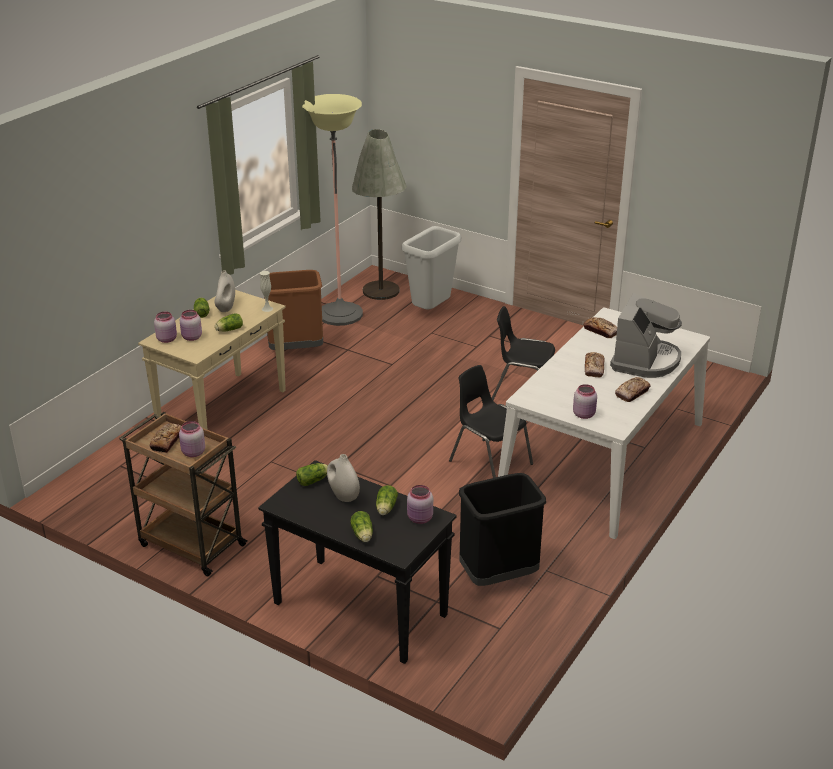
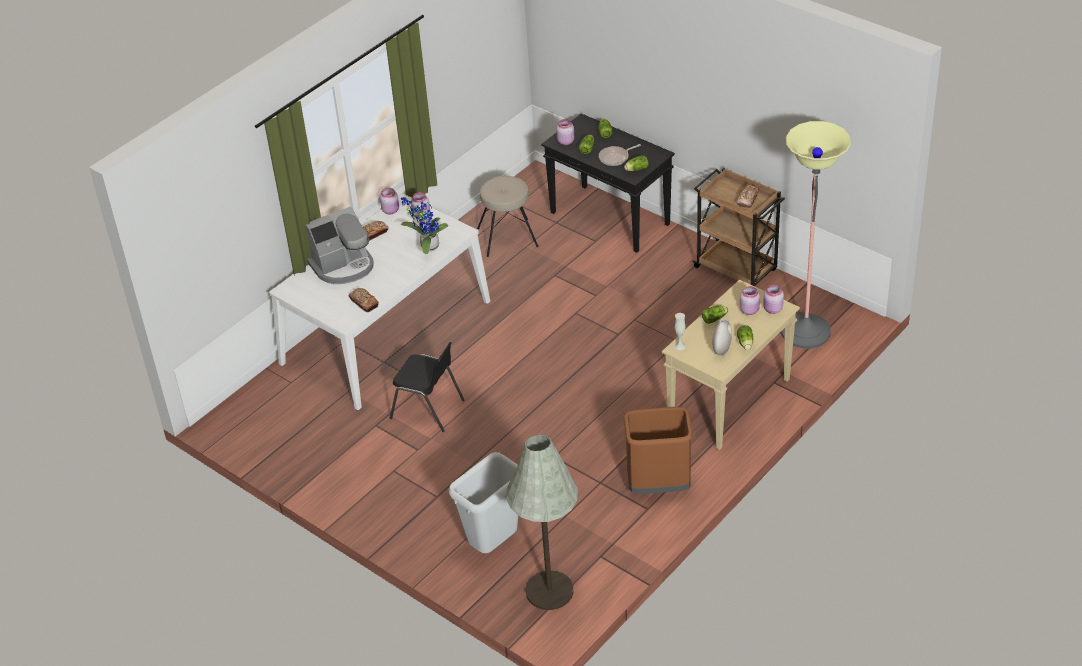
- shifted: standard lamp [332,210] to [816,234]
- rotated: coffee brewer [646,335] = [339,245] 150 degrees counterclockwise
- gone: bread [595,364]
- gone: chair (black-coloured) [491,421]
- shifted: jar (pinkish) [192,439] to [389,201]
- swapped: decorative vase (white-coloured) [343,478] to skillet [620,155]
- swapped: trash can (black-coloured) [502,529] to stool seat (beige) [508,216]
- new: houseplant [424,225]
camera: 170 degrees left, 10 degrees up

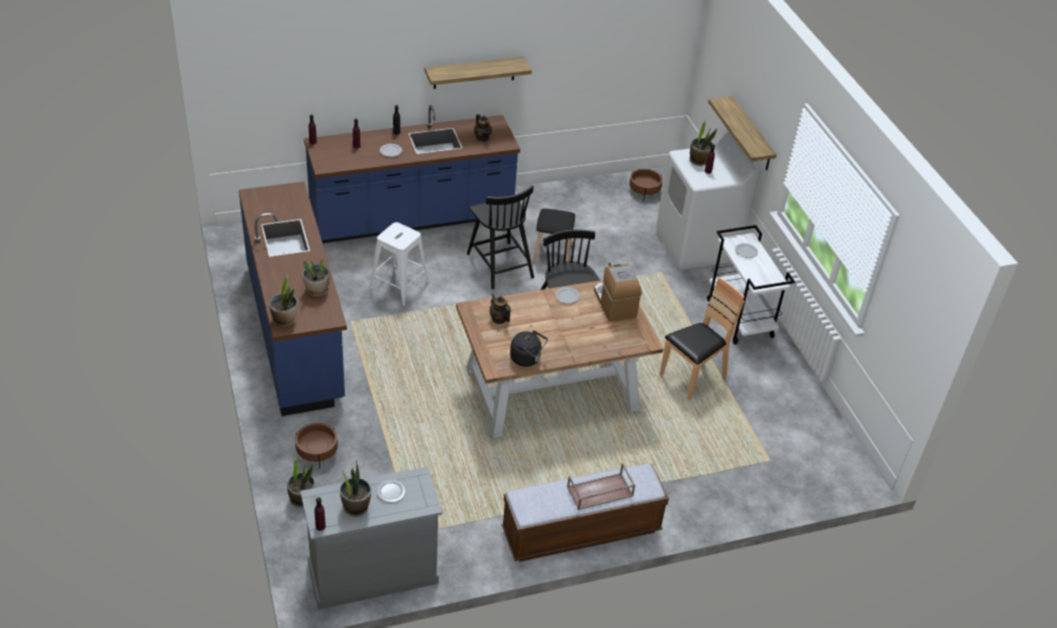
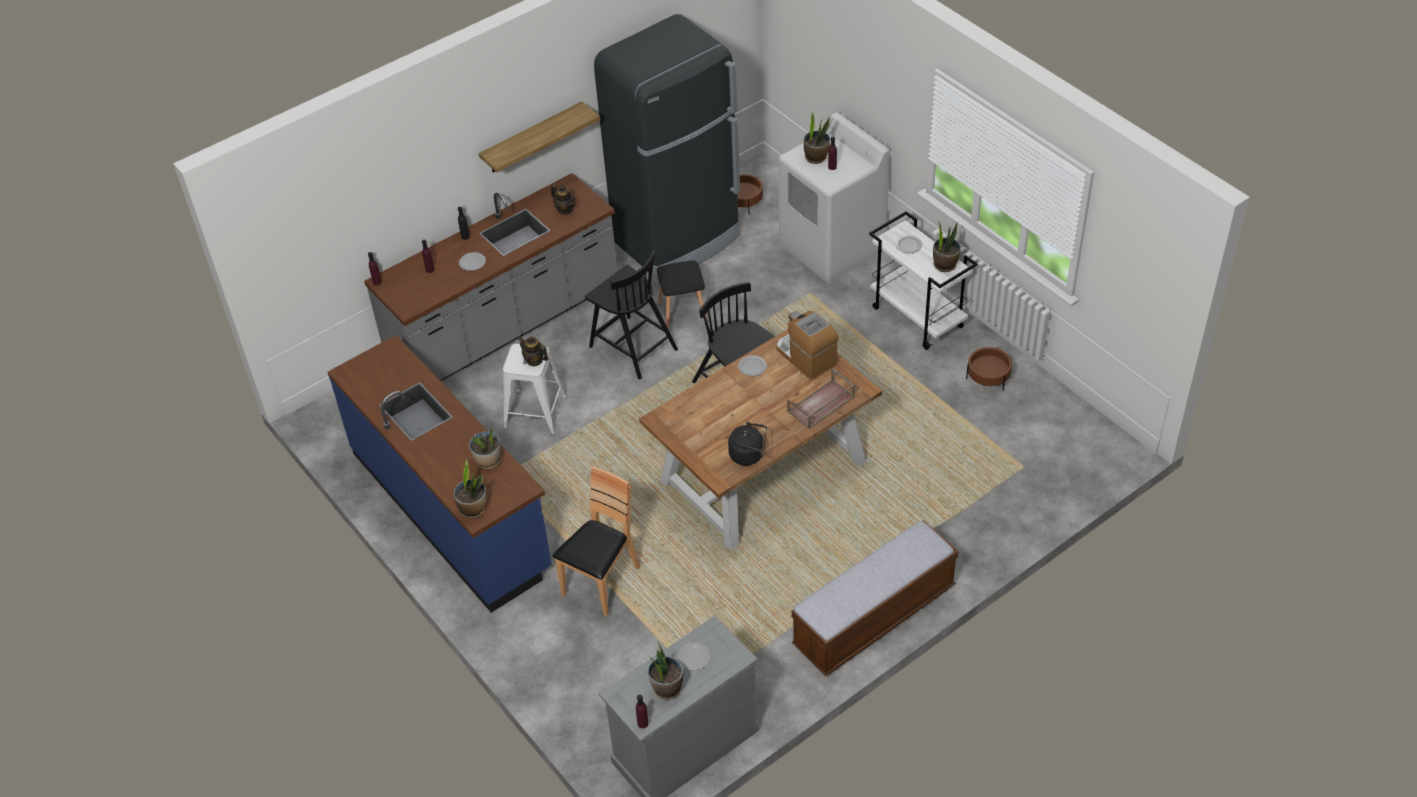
- gone: wall shelf [742,133]
- repainted: counter (blue) [412,174] to counter (grey) [490,277]
- shifted: chair (brownish) [701,339] to [597,541]
- shifted: tea pot [500,309] to [533,351]
- shifted: flower pot (brownish) [316,446] to [989,369]
- shifted: houseplant [301,482] to [947,246]
- shifted: tray (brownish) [601,486] to [821,398]
- new: kitchen fridge (black-coloured) [667,147]
camera: 15 degrees left, 5 degrees up

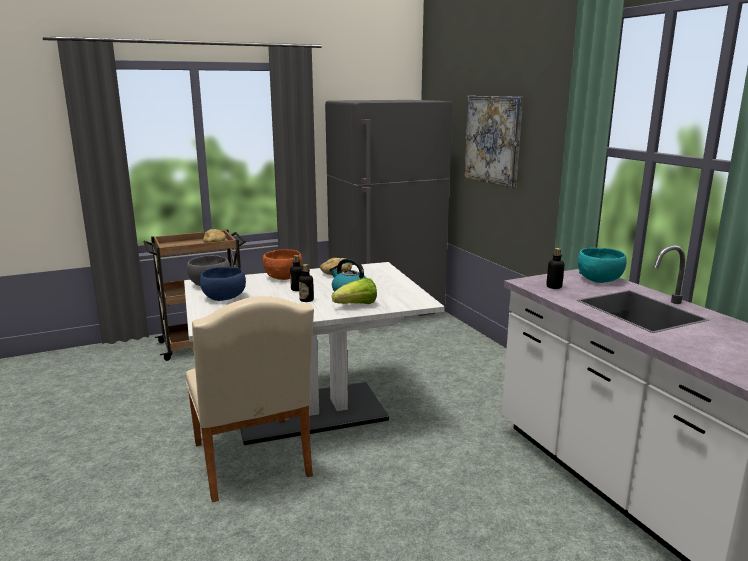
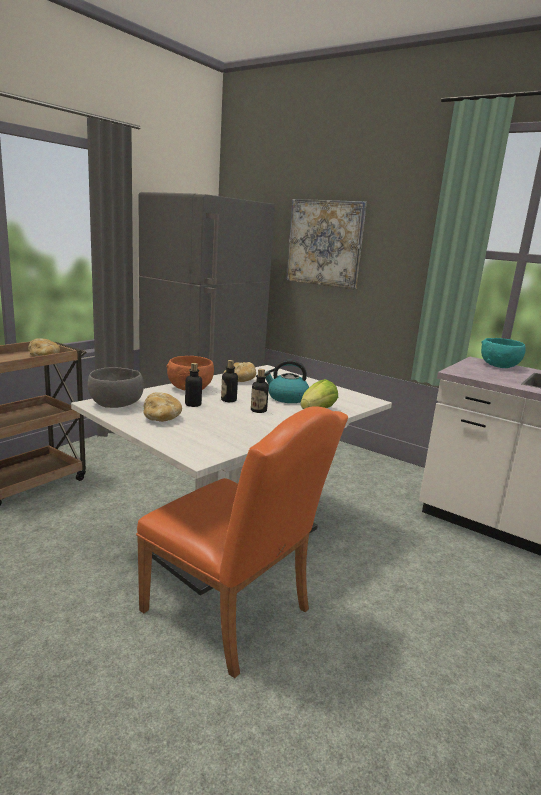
- shifted: bottle [555,268] to [193,385]
- swapped: bowl (blue) [223,284] to bread [162,407]
- repainted: chair (beige) [250,399] to chair (orangey) [242,542]
camera: 30 degrees left, 0 degrees up

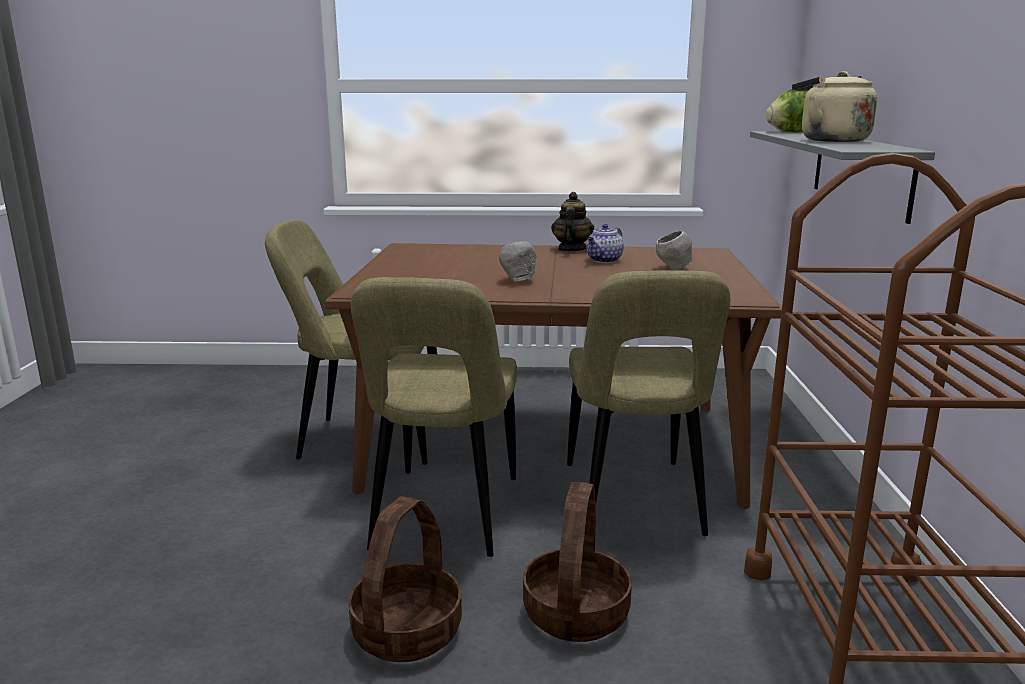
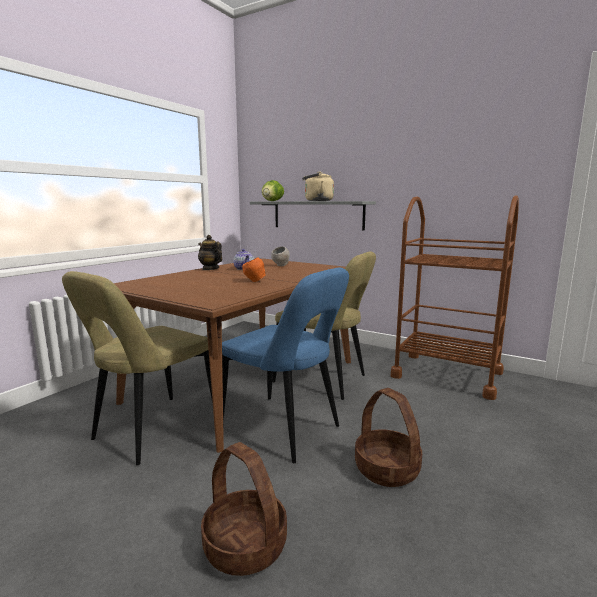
- repainted: bowl (grey) [518,261] to bowl (orangey) [253,269]
- repainted: chair (beige) [434,417] to chair (blue) [285,365]
- shifted: household basket [577,562] to [244,509]
camera: 60 degrees left, 5 degrees down

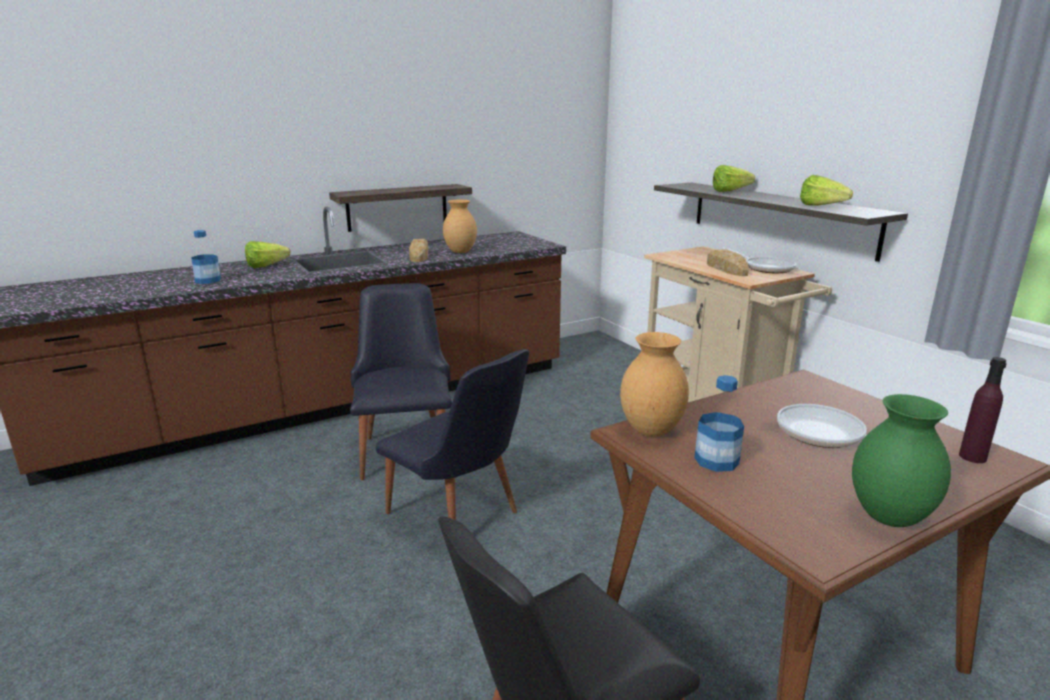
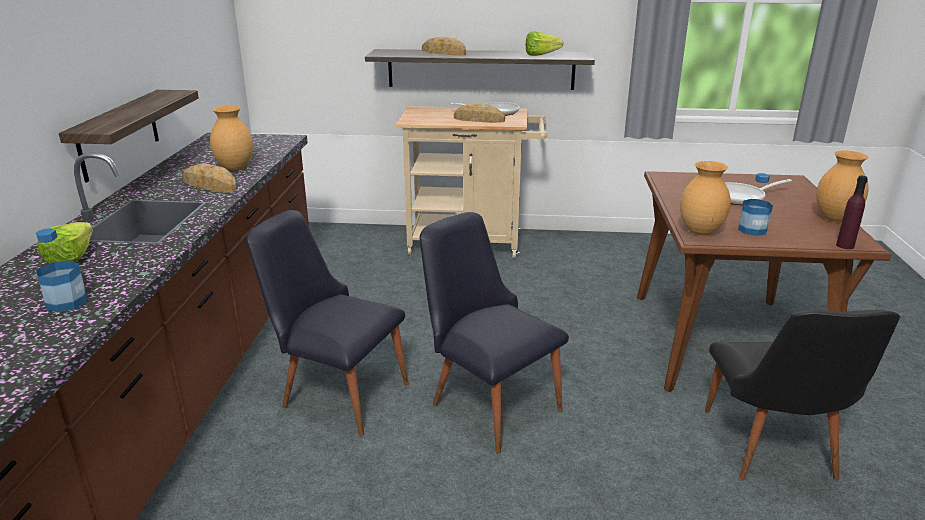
- swapped: lettuce head [734,178] to bread [444,46]
- rotated: chair (black-coloured) [452,434] = [494,333] 120 degrees counterclockwise
- shifted: bottle (purple-coloured) [983,410] to [852,212]
- repainted: decorative vase (green) [901,460] to decorative vase (brownish) [842,186]
camera: 55 degrees left, 5 degrees up

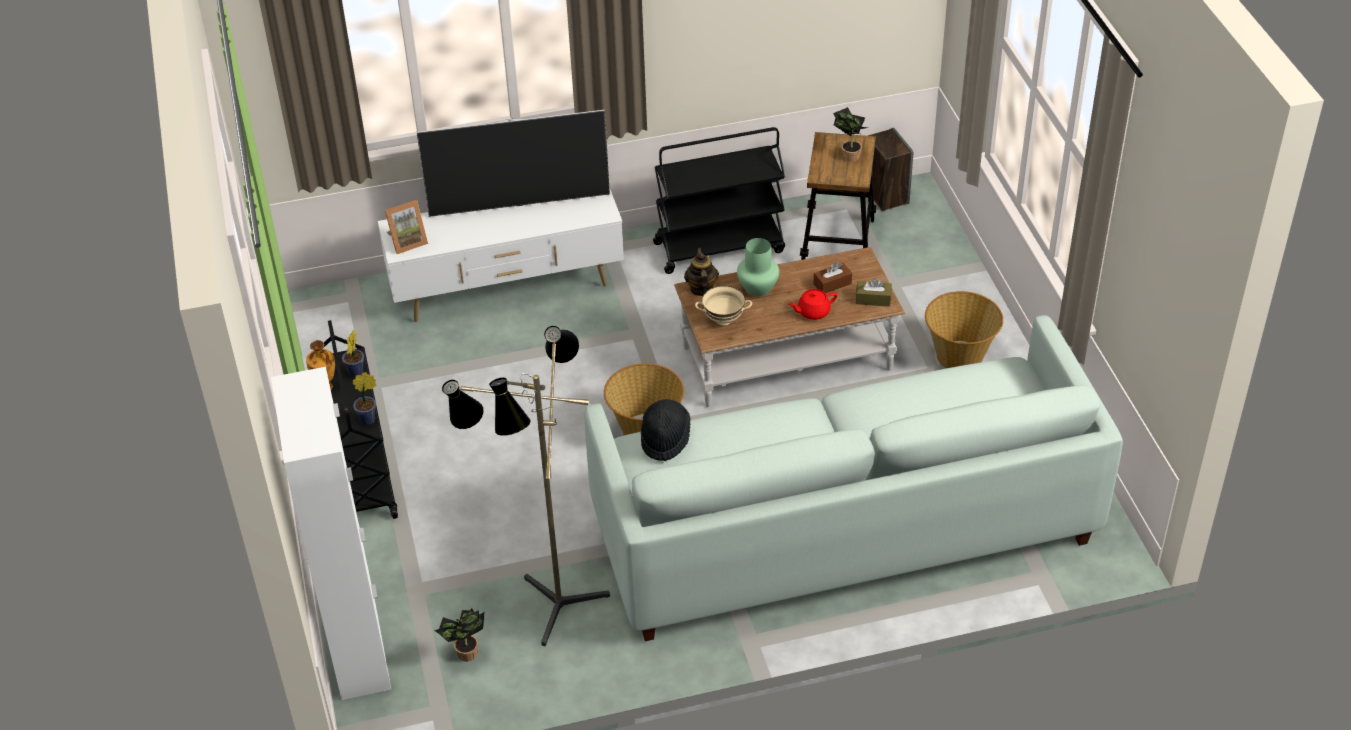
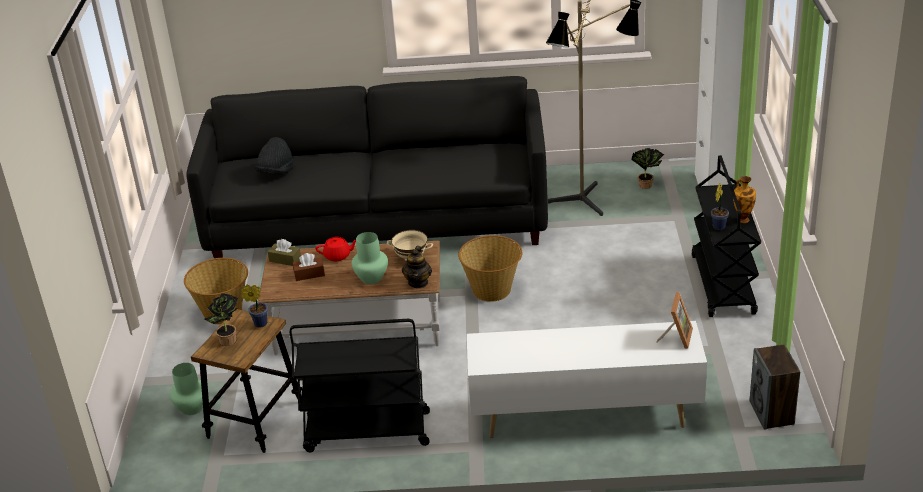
- gone: television [513,163]
- shifted: loudspeaker [891,169] to [775,387]
- rotated: photo frame [406,227] = [674,320] 120 degrees clockwise
- repainted: sofa (white-coloured) [854,478] to sofa (black-coloured) [367,167]
- shifted: houseplant [365,398] to [254,306]
- shifted: hat (black-coloured) [666,430] to [274,155]
- new: decorative vase (green) [186,389]
camera: 165 degrees left, 10 degrees down

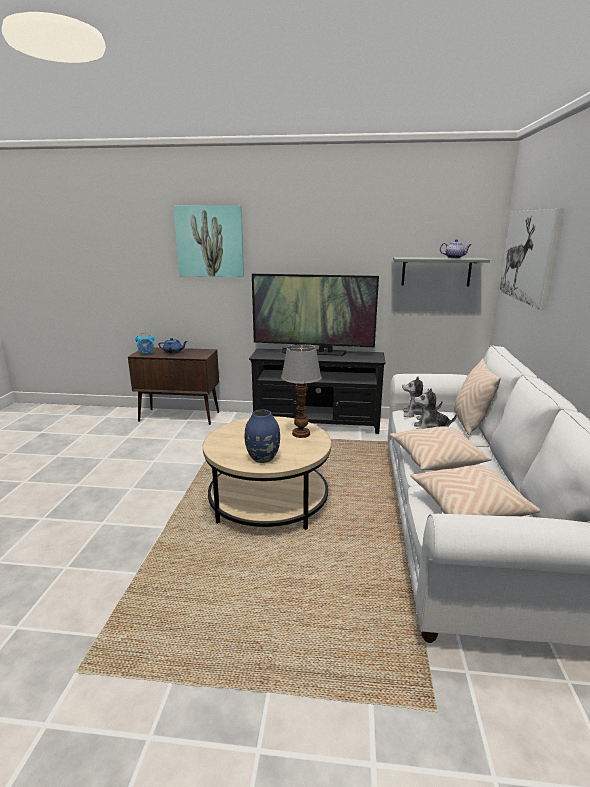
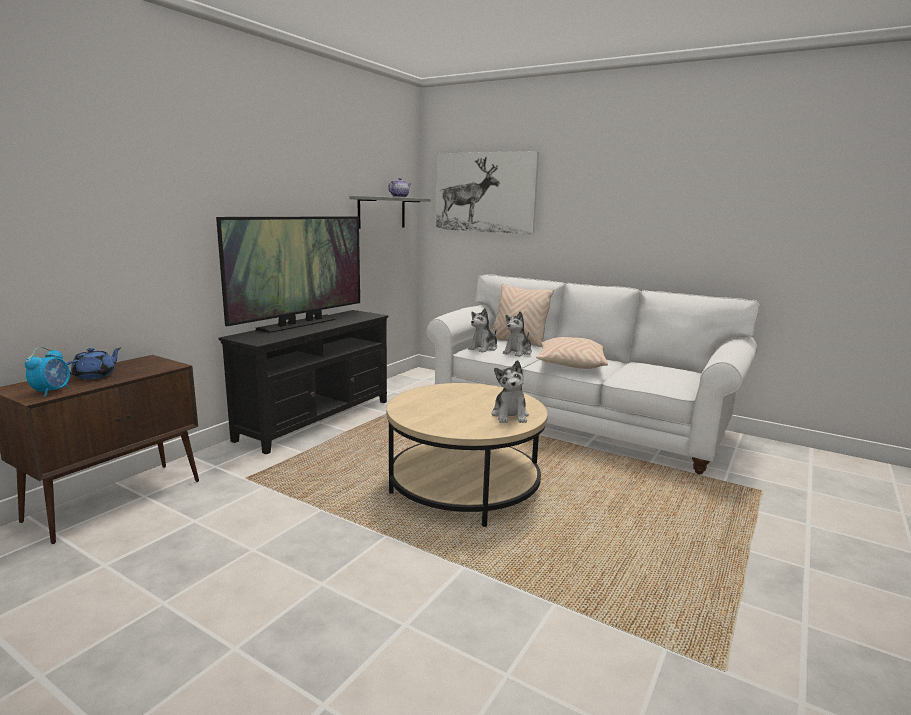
- gone: picture [208,241]
- gone: table lamp [301,391]
- swapped: decorative vase (blue) [262,436] to soft toy [510,391]
- gone: cushion (beige) [475,490]
camera: 65 degrees left, 5 degrees down

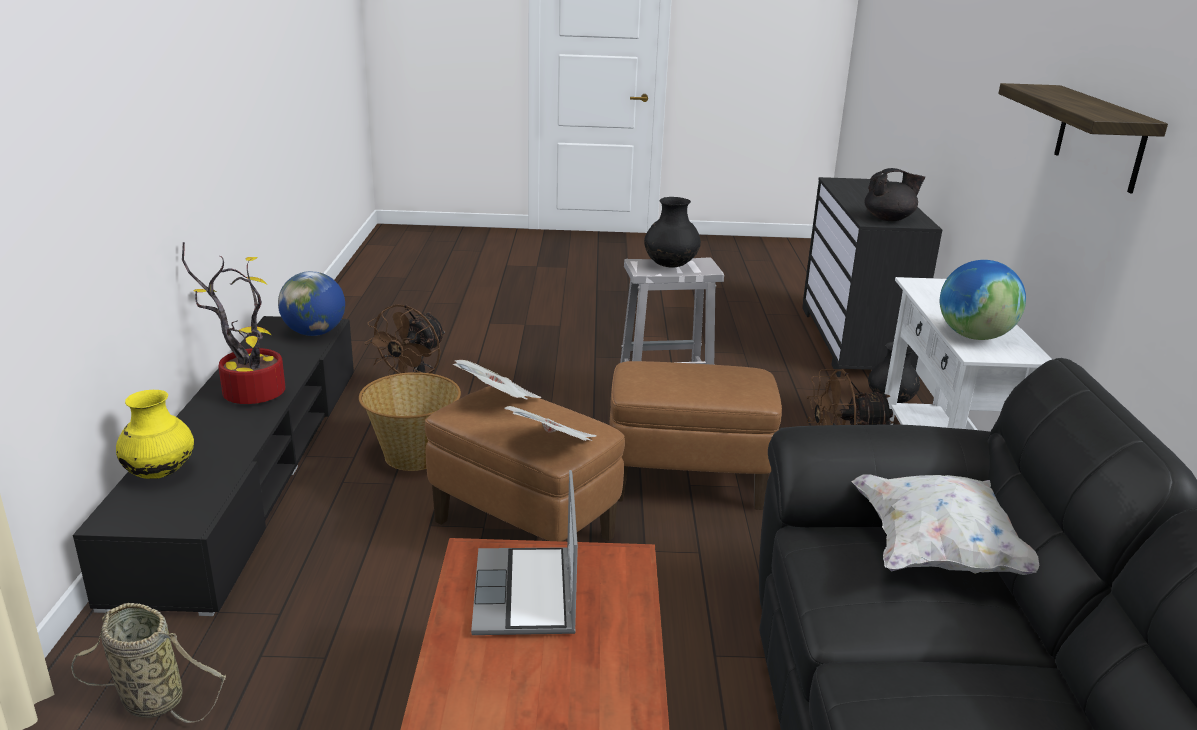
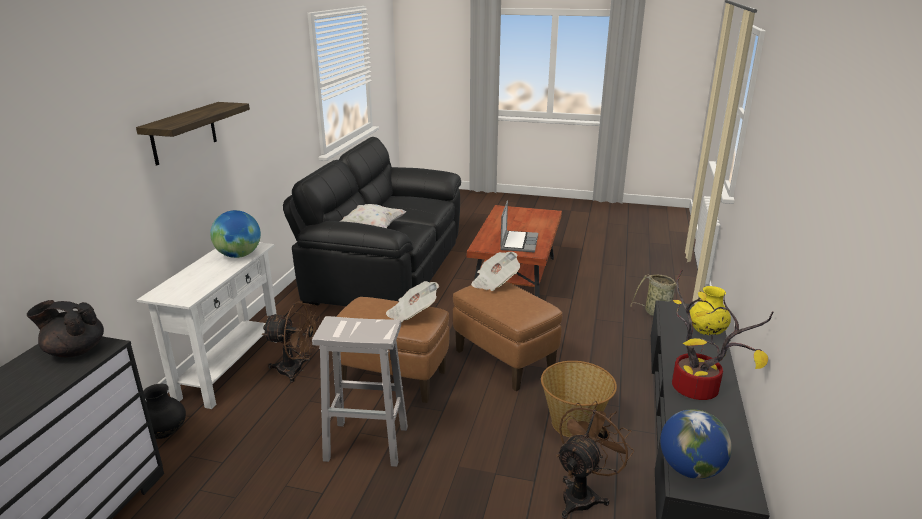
- gone: decorative vase (black-coloured) [672,232]
- shifted: printed paper [497,380] to [412,302]
camera: 165 degrees left, 0 degrees up

